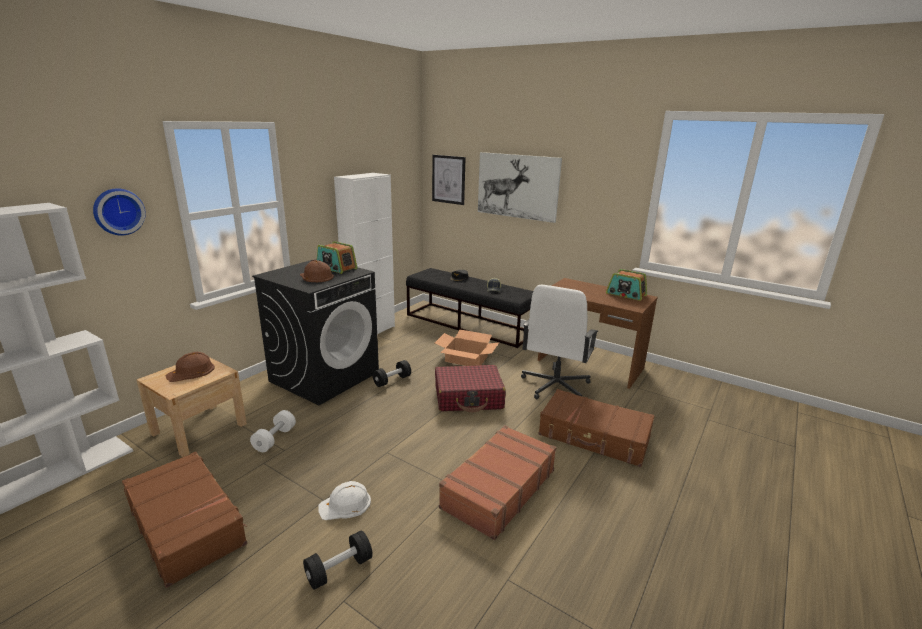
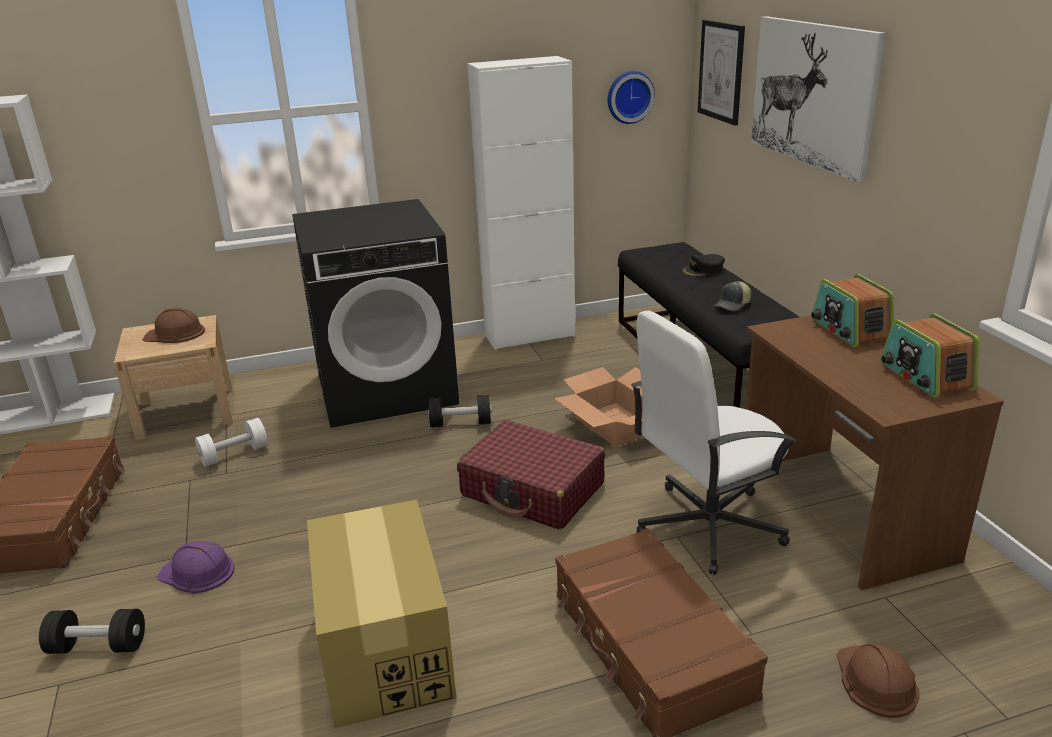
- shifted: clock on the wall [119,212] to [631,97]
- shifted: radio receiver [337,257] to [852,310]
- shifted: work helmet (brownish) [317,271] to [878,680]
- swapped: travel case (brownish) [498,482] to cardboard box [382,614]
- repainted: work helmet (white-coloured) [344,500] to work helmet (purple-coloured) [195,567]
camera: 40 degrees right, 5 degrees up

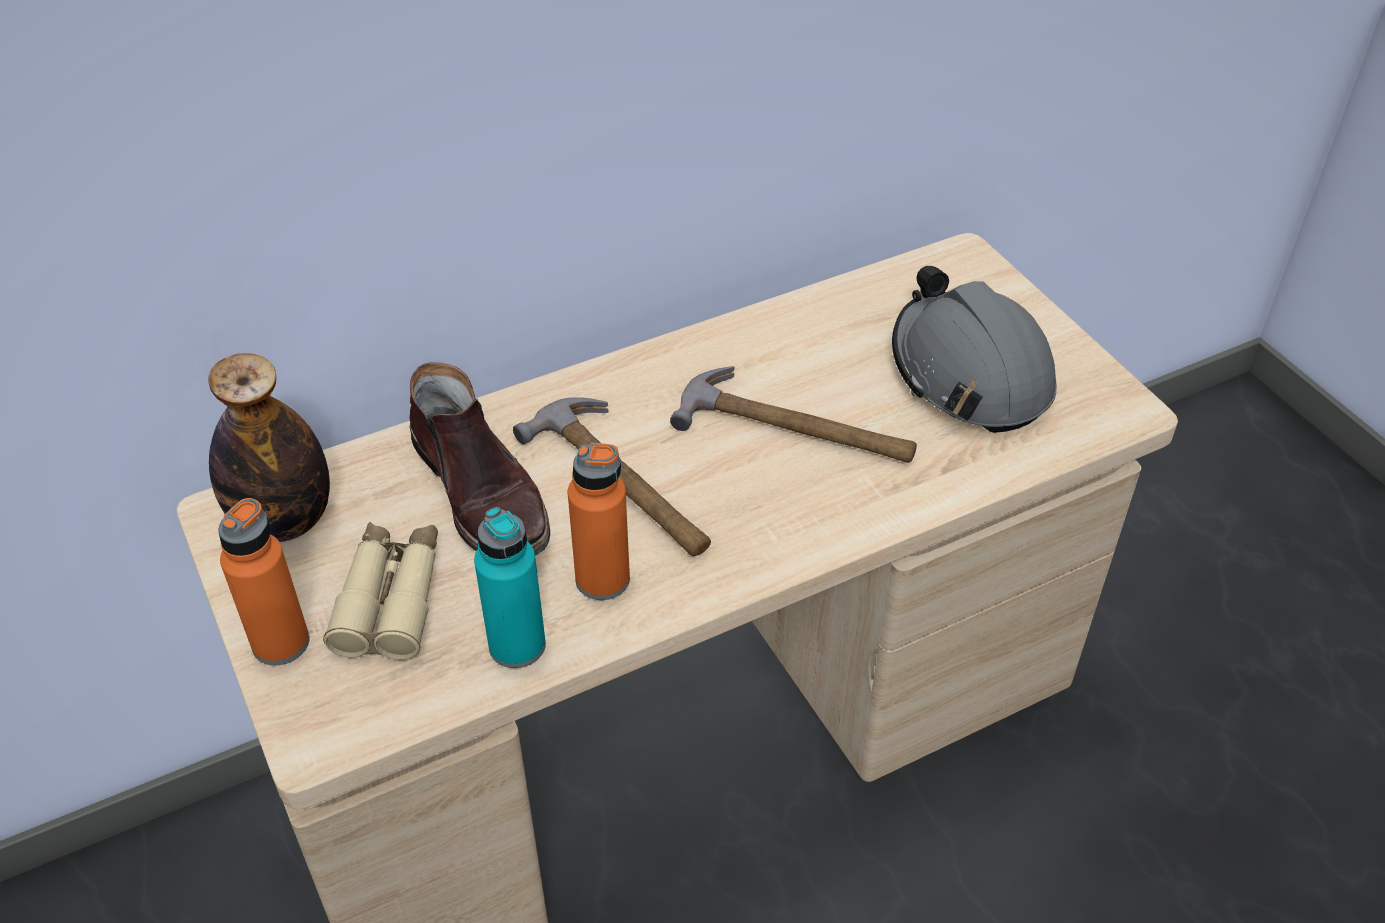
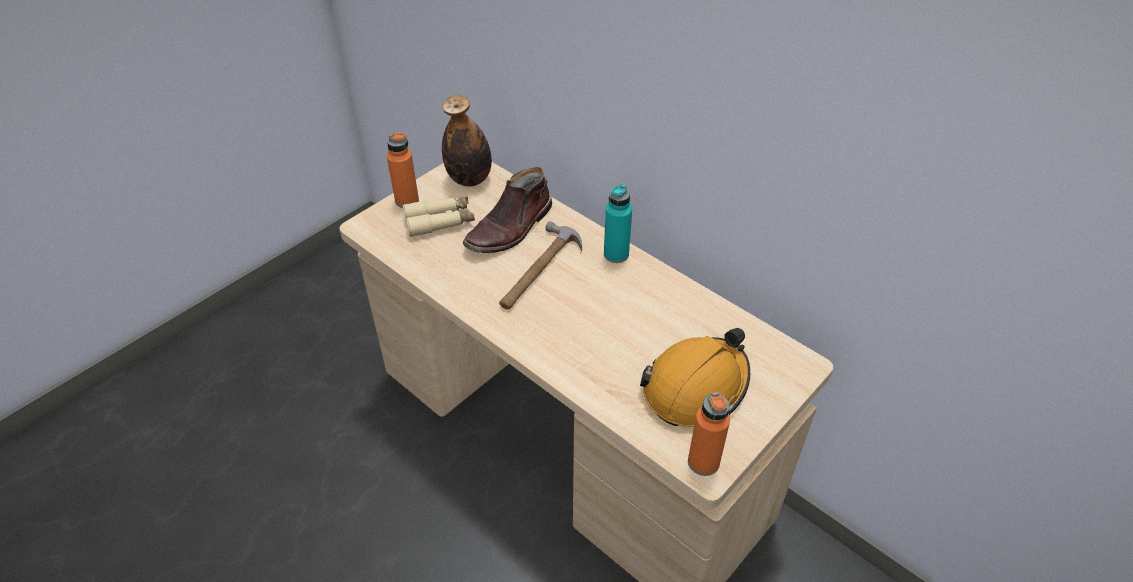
- repainted: work helmet (grey) [974,349] to work helmet (orangey) [695,377]
- gone: tool hammer [793,414]
- shifted: bottle (orangey) [598,521] to [709,433]
- shifted: bottle (blue-green) [510,587] to [618,223]
camera: 70 degrees right, 0 degrees up

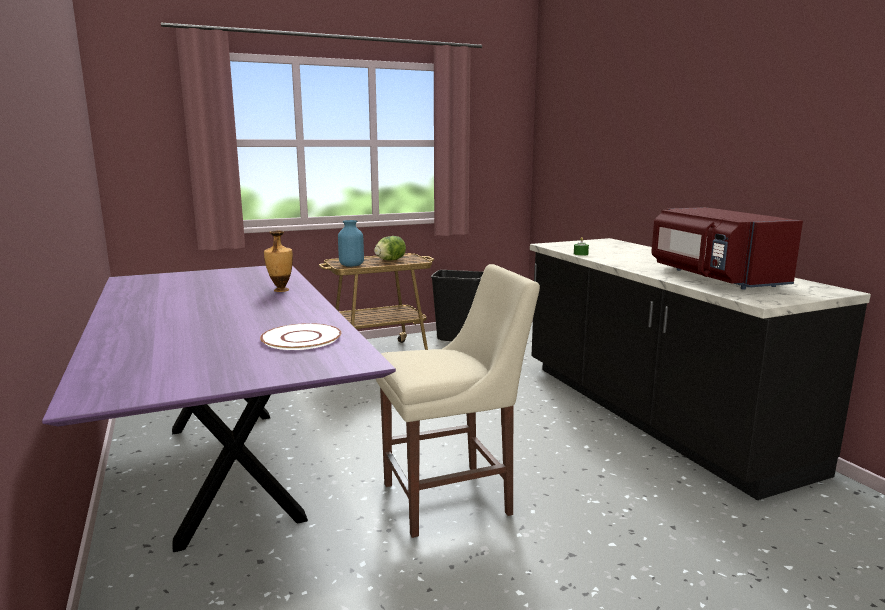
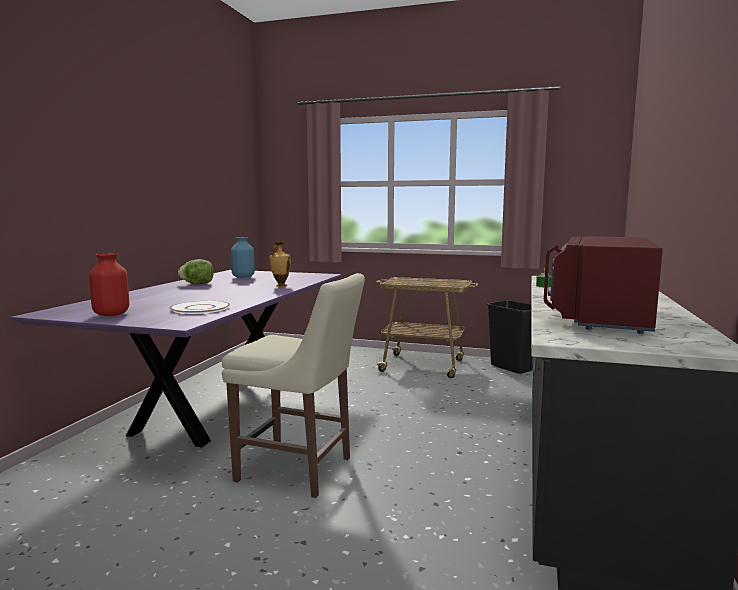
- shifted: decorative vase (blue) [351,243] to [243,257]
- shifted: lettuce head [390,248] to [196,271]
- new: decorative vase (red) [109,284]
camera: 40 degrees right, 5 degrees down

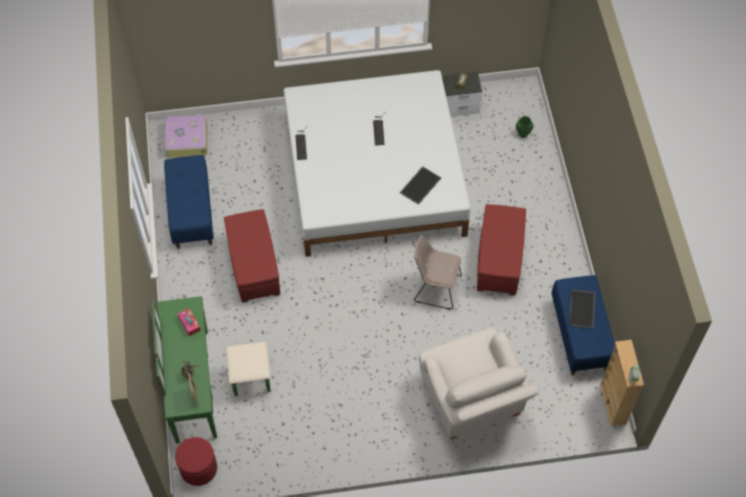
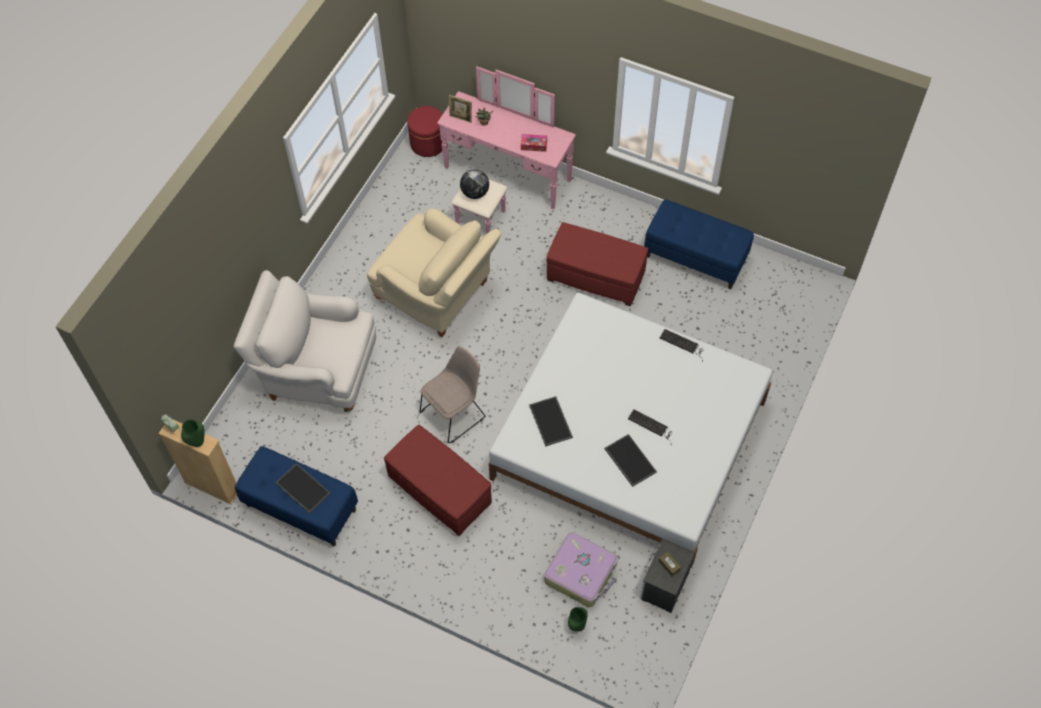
- shifted: travel case [186,136] to [580,569]
- repainted: drawer chest (green) [211,370] to drawer chest (pinkish) [506,150]
- new: world globe [474,184]
- new: armchair (beige) [434,272]
- new: decorative vase (green) [193,433]
- new: tray [630,460]
camera: 125 degrees right, 0 degrees up

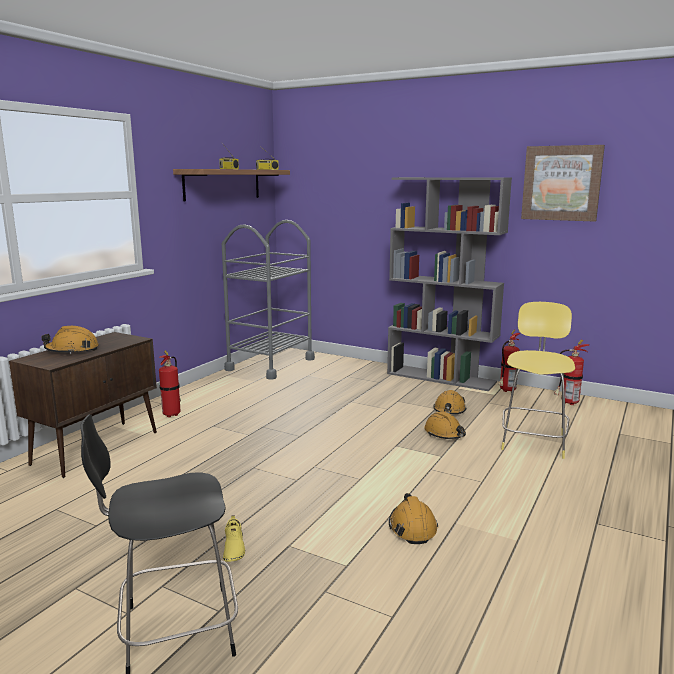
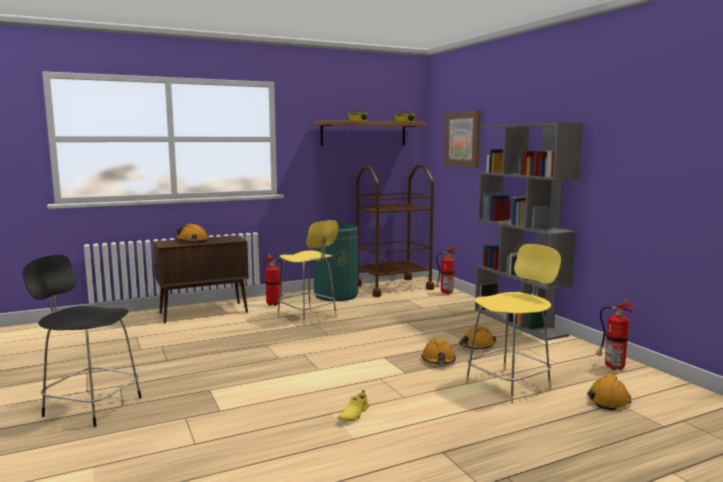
- shifted: picture [563,183] to [462,139]
- repainted: cart (grey) [268,300] to cart (brownish) [395,230]
- shifted: fire-fighting cylinder [509,361] to [446,269]
- shifted: work helmet (orangey) [413,518] to [609,392]
- shifted: shoe (yellowish) [234,538] to [353,405]
- new: stool seat (yellowish) [308,273]
- new: trash can (green) [335,262]
camera: 35 degrees right, 5 degrees down

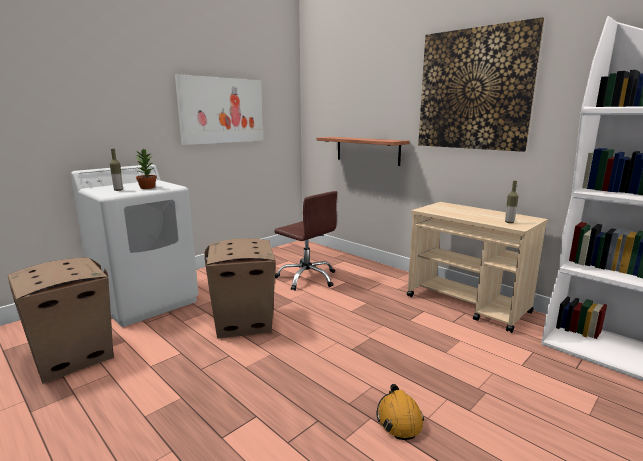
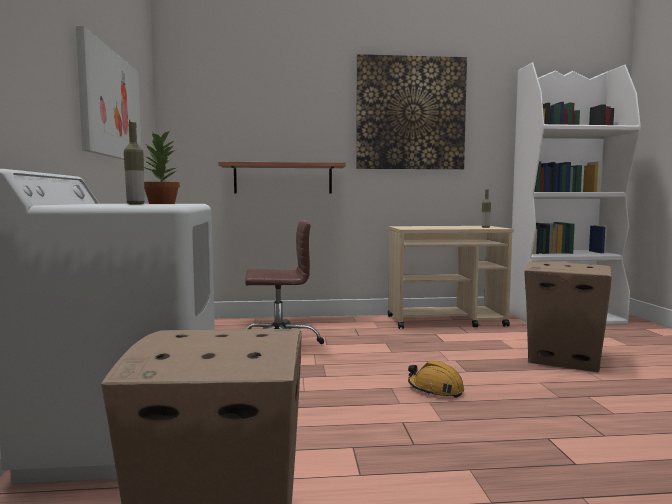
- shifted: cardboard box [240,288] to [568,316]
- shifted: work helmet (orangey) [400,412] to [436,379]
camera: 50 degrees left, 10 degrees down

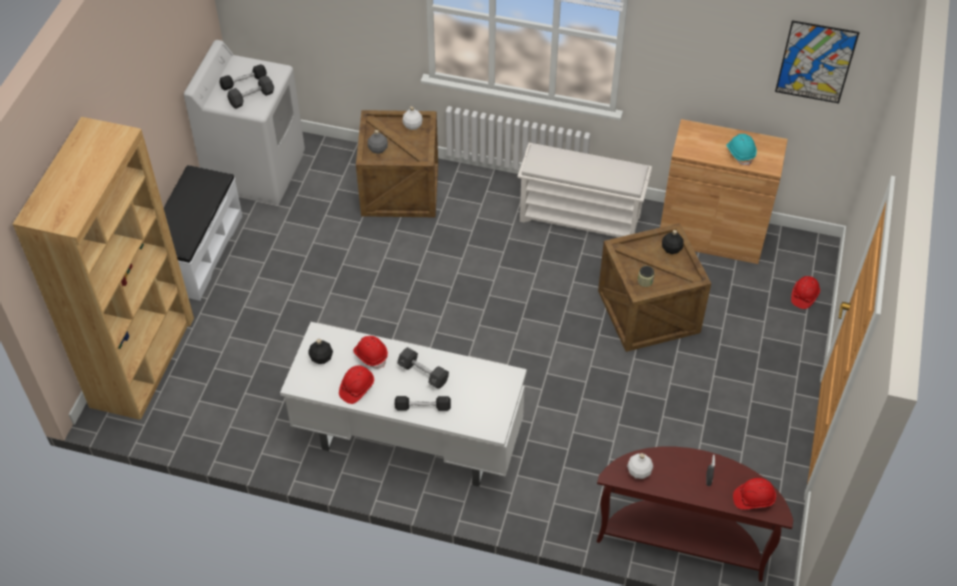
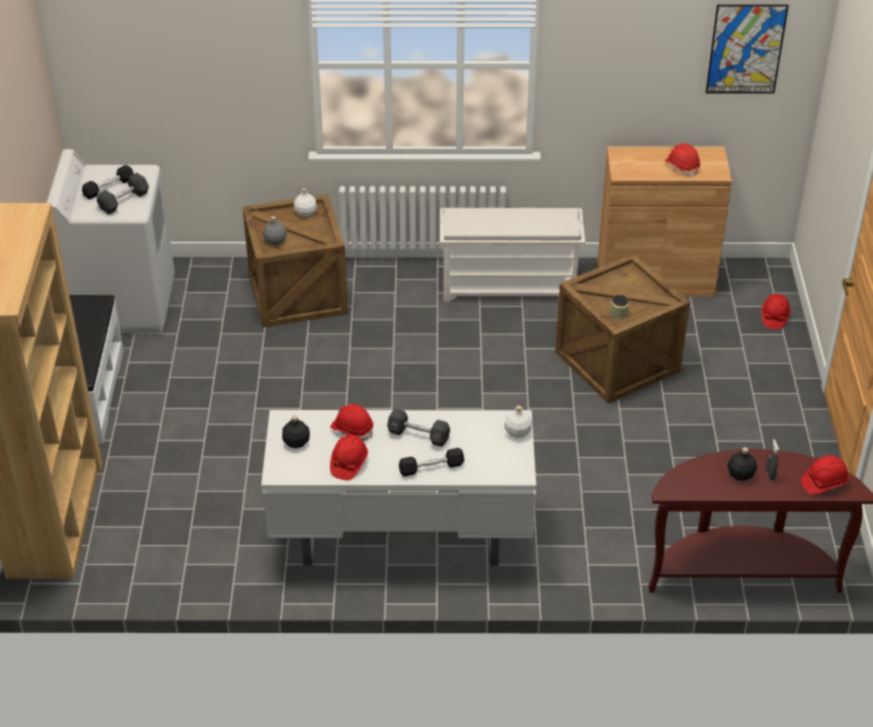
- repainted: work helmet (blue-green) [741,150] to work helmet (red) [682,159]
- shifted: bottle (black-coloured) [672,242] to [742,464]
- shifted: bottle (white-coloured) [640,466] to [518,421]
camera: 15 degrees left, 10 degrees down

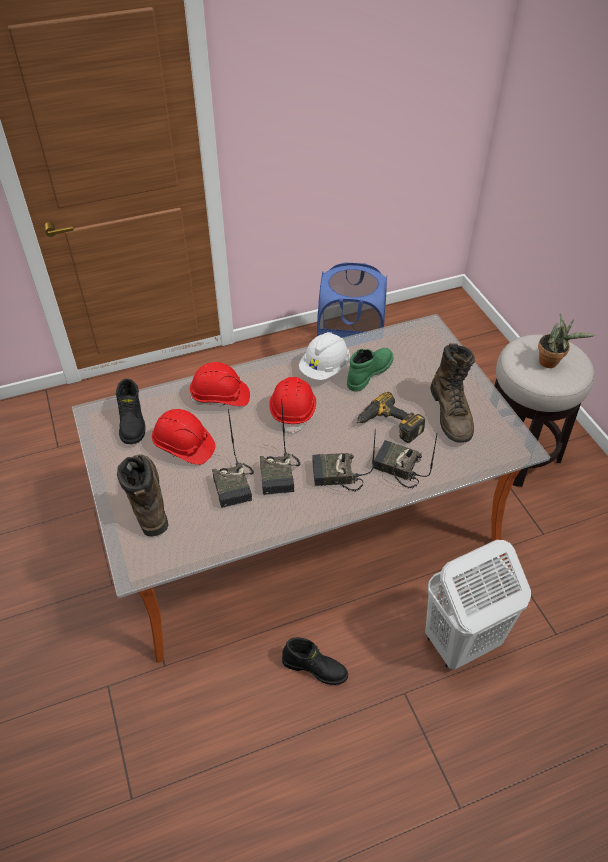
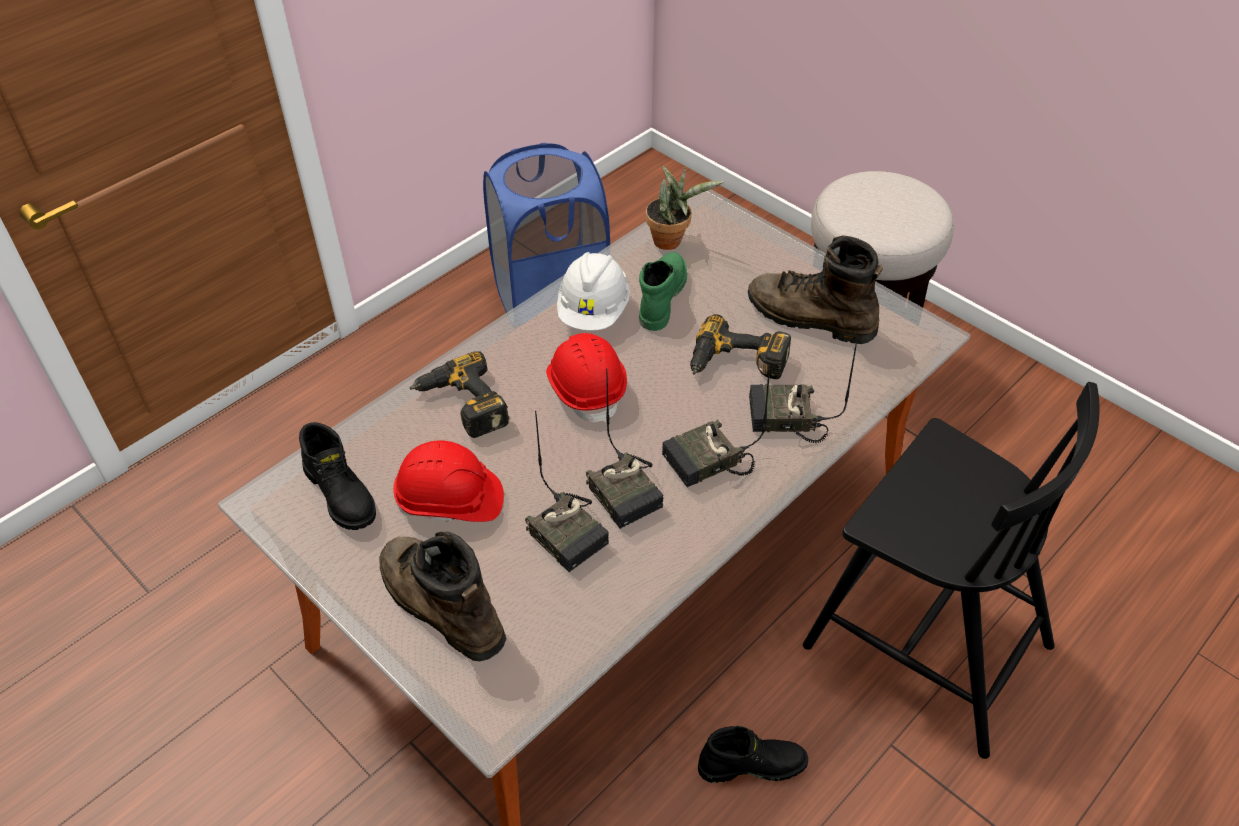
- shifted: houseplant [567,341] to [685,207]
- rotated: boot (brownish) [452,393] = [815,290] 150 degrees clockwise
- swapped: work helmet (red) [220,384] to drill [459,394]
- swapped: hamper (white-coloured) [478,605] to chair (black-coloured) [951,570]
camera: 25 degrees left, 0 degrees up

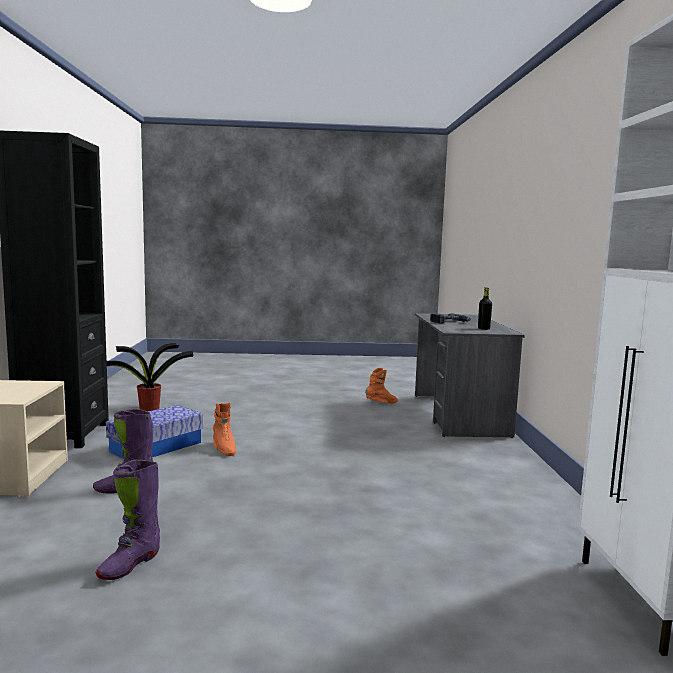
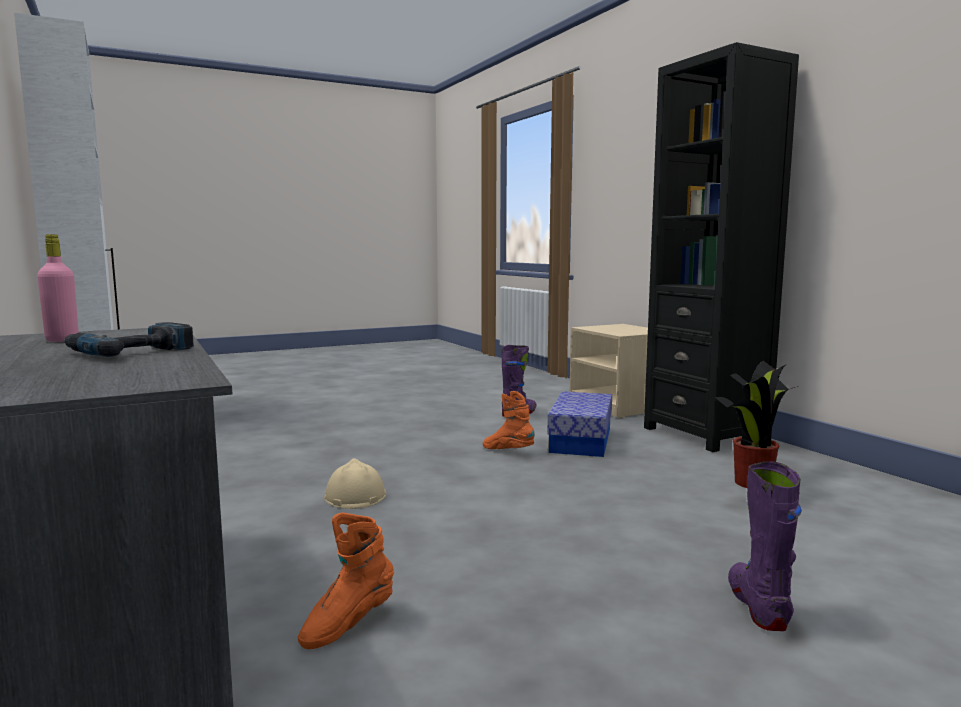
- repainted: bottle (black-coloured) [485,308] to bottle (pinkish) [58,288]
- shifted: boot (purple-coloured) [127,520] to [765,546]
- new: work helmet (beige) [355,483]
camera: 155 degrees right, 0 degrees up

